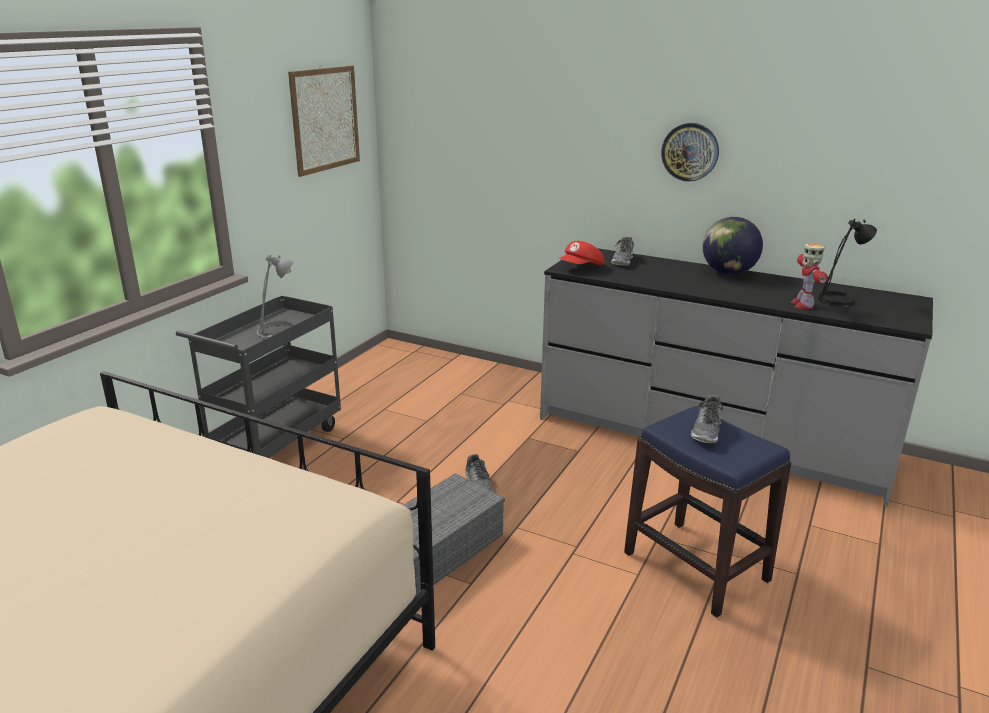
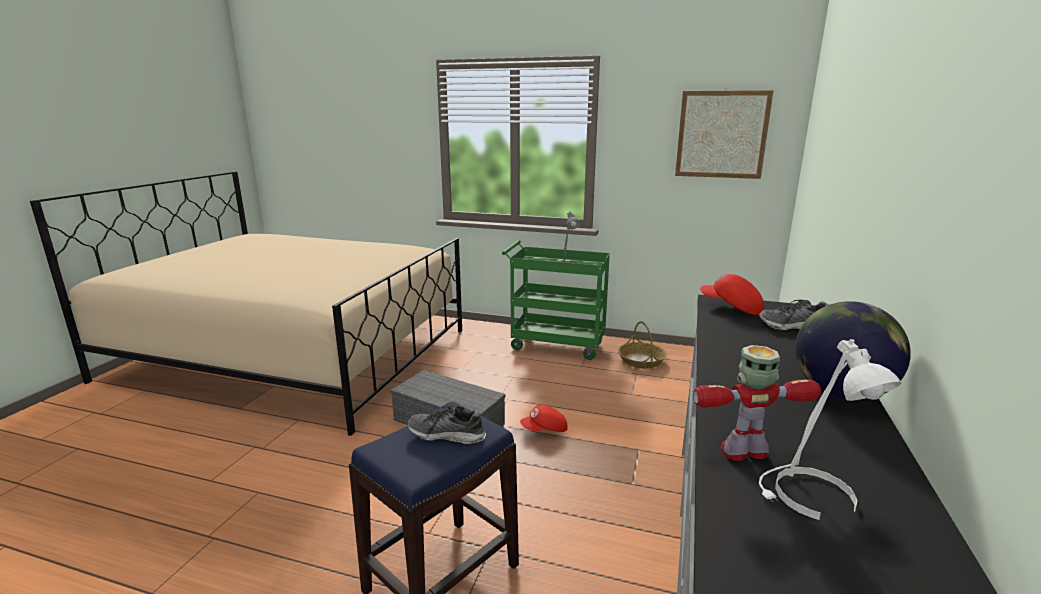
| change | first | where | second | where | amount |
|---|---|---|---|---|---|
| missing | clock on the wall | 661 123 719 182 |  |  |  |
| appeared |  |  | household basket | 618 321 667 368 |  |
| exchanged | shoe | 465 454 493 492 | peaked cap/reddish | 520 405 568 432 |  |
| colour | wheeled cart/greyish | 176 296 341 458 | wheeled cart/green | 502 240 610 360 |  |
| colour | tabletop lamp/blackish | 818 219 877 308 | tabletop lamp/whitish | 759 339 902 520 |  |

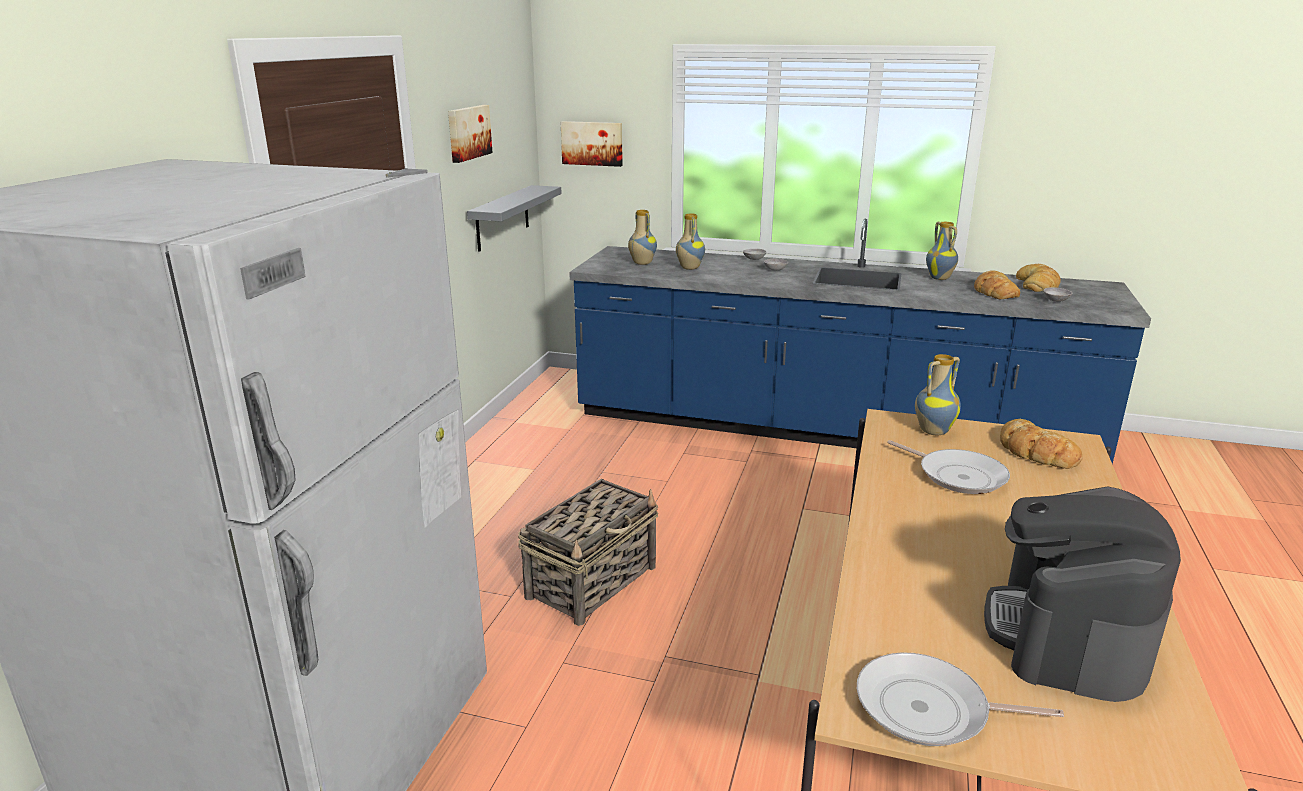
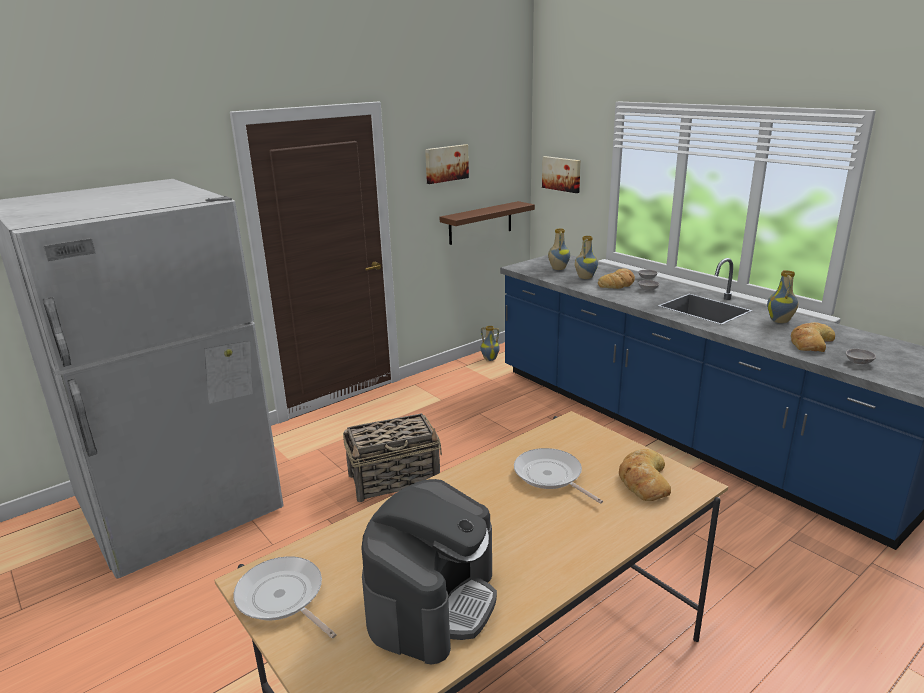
| change | first | where | second | where | amount |
|---|---|---|---|---|---|
| relocated | vase | 915 354 961 435 |  | 481 326 500 361 |  |
| relocated | baked bread | 1016 264 1061 292 |  | 598 268 635 289 |  |
| colour | shelf/greyish | 467 185 562 252 | shelf/brown-coloured | 439 201 535 245 |  |
| spun | frying pan | 887 440 1010 494 |  | 514 448 603 504 | 150 degrees clockwise |
| spun | coffee machine | 984 486 1181 702 |  | 361 479 497 665 | 150 degrees clockwise |

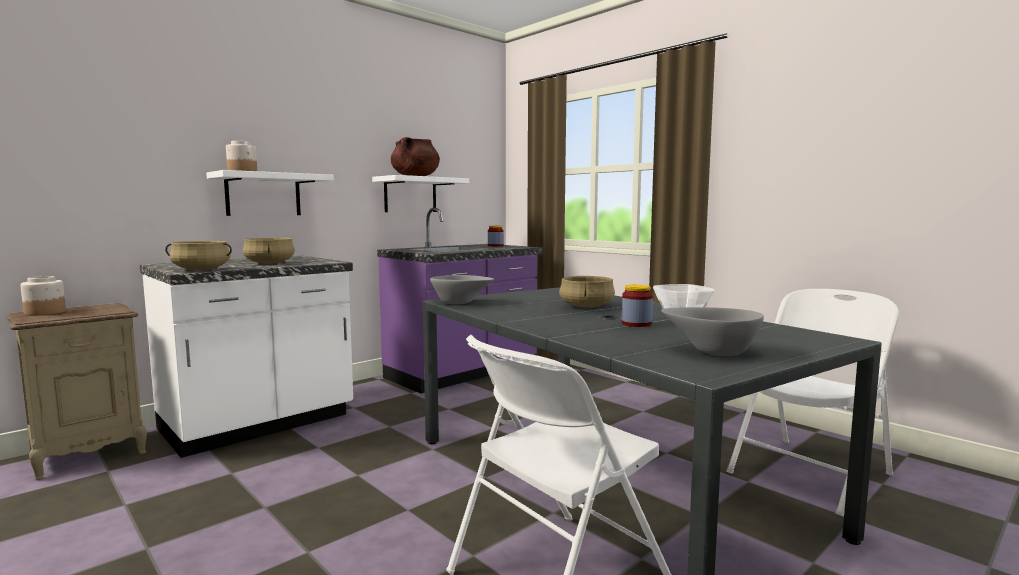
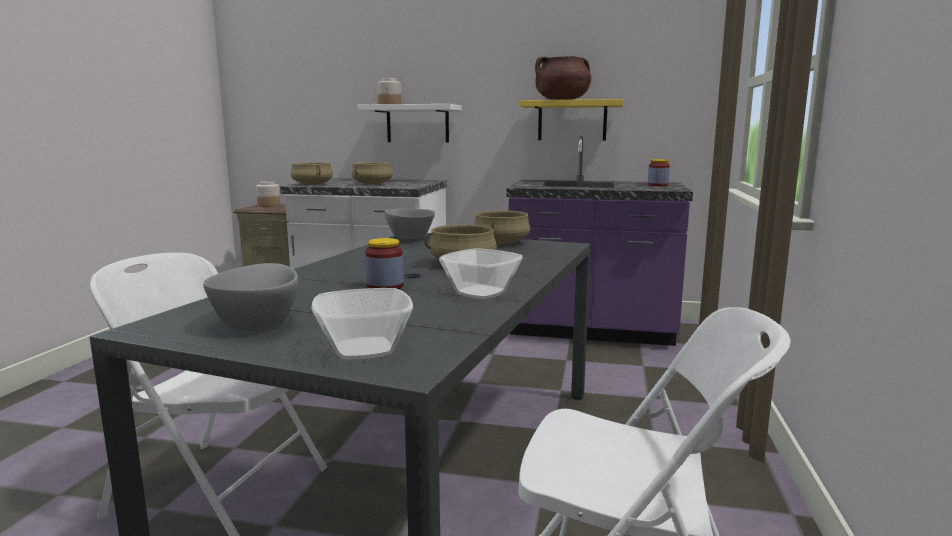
| change | first | where | second | where | amount |
|---|---|---|---|---|---|
| appeared |  |  | deep dish | 311 288 413 360 |  |
| appeared |  |  | stockpot/beige-coloured | 474 210 530 244 |  |
| colour | shelf/whitish | 372 175 469 212 | shelf/yellowish | 519 99 623 141 |  |

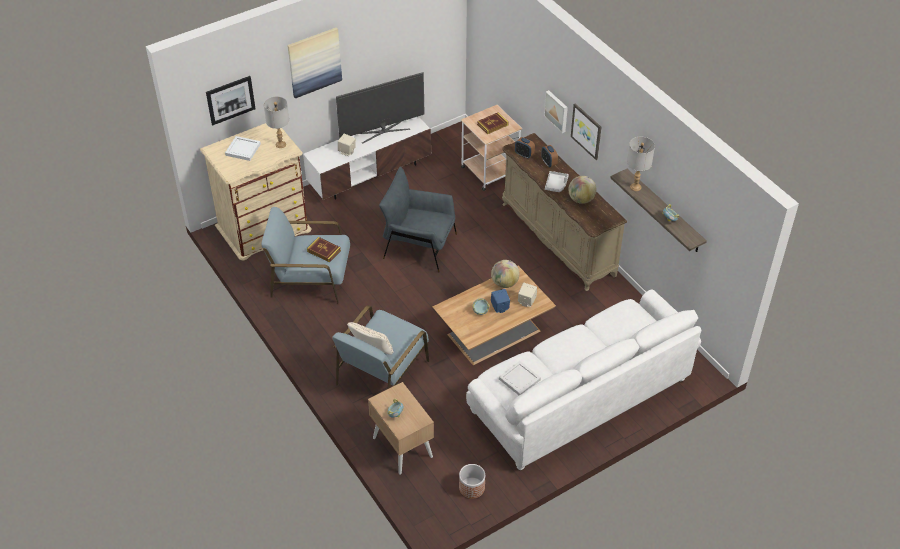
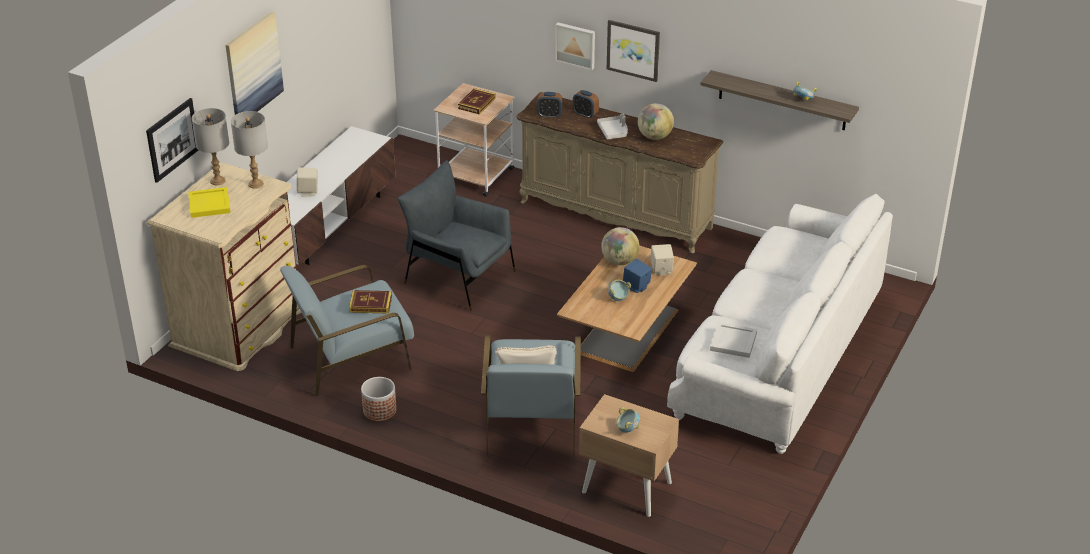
| change | first | where | second | where | amount |
|---|---|---|---|---|---|
| missing | TV | 336 72 425 144 |  |  |  |
| relocated | planter | 459 464 485 499 |  | 361 377 397 421 |  |
| relocated | tabletop lamp/greyish | 627 137 655 191 |  | 192 108 229 185 |  |
| colour | carrying tray/whitish | 225 136 261 161 | carrying tray/yellowish | 188 187 231 218 |  |
| spun | armchair/greyish | 379 167 457 272 |  | 398 160 516 311 | 45 degrees clockwise |

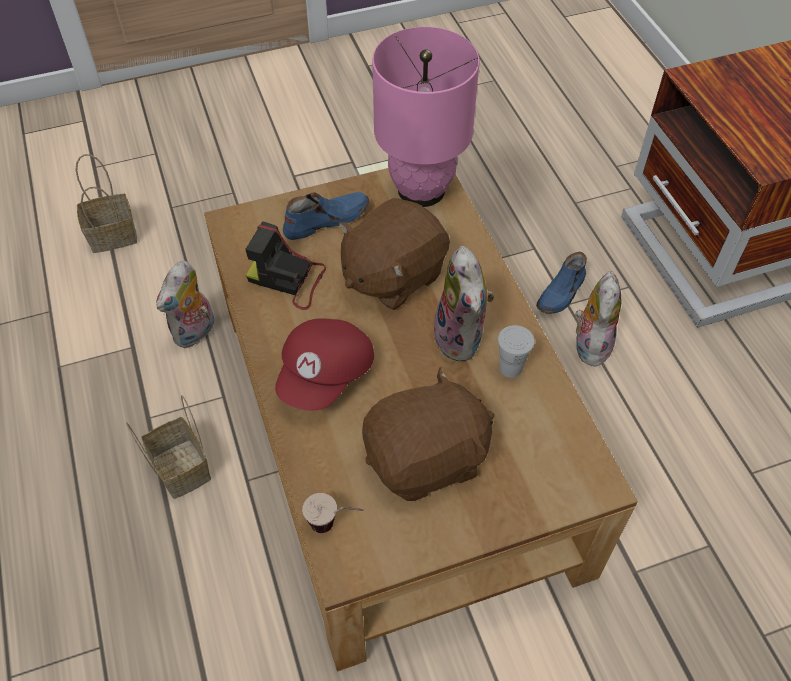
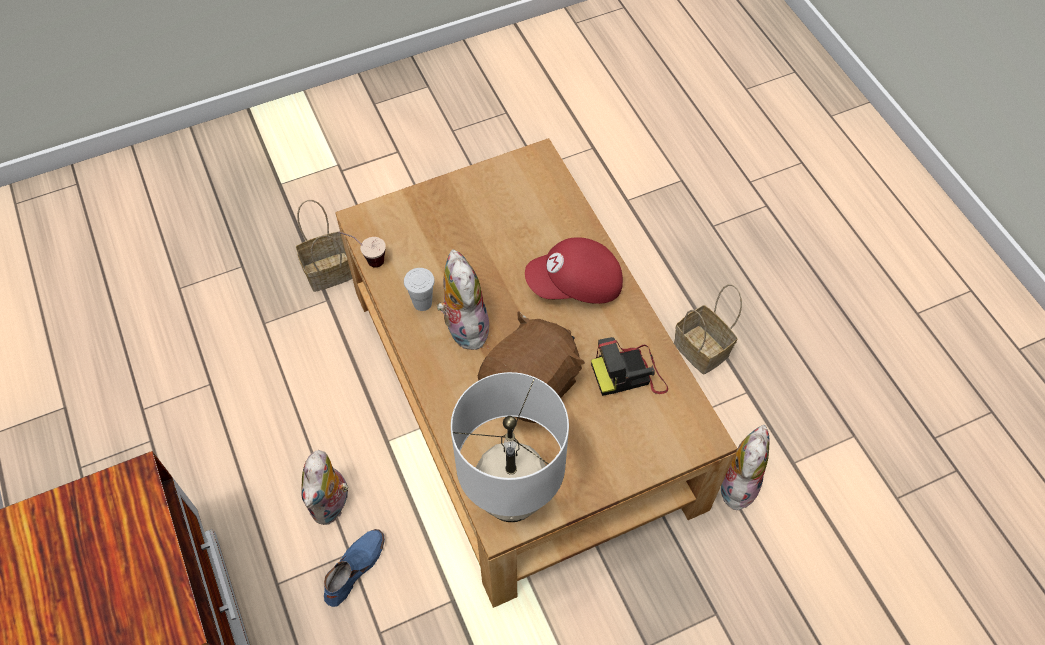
| change | first | where | second | where | amount |
|---|---|---|---|---|---|
| missing | shoe/bluish | 283 192 370 240 |  |  |  |
| missing | plush toy/brown-coloured | 362 367 494 501 |  |  |  |
| relocated | household basket | 75 154 137 253 |  | 296 200 352 292 |  |
| relocated | cup | 302 493 363 533 |  | 338 231 386 268 |  |
| colour | tabletop lamp/pinkish | 372 27 480 207 | tabletop lamp/whitish | 451 372 569 522 |  |
| spun | still camera | 245 221 326 310 |  | 591 337 668 396 | 150 degrees clockwise |
| spun | peaked cap/reddish | 275 318 374 411 |  | 525 237 623 304 | 120 degrees counterclockwise |

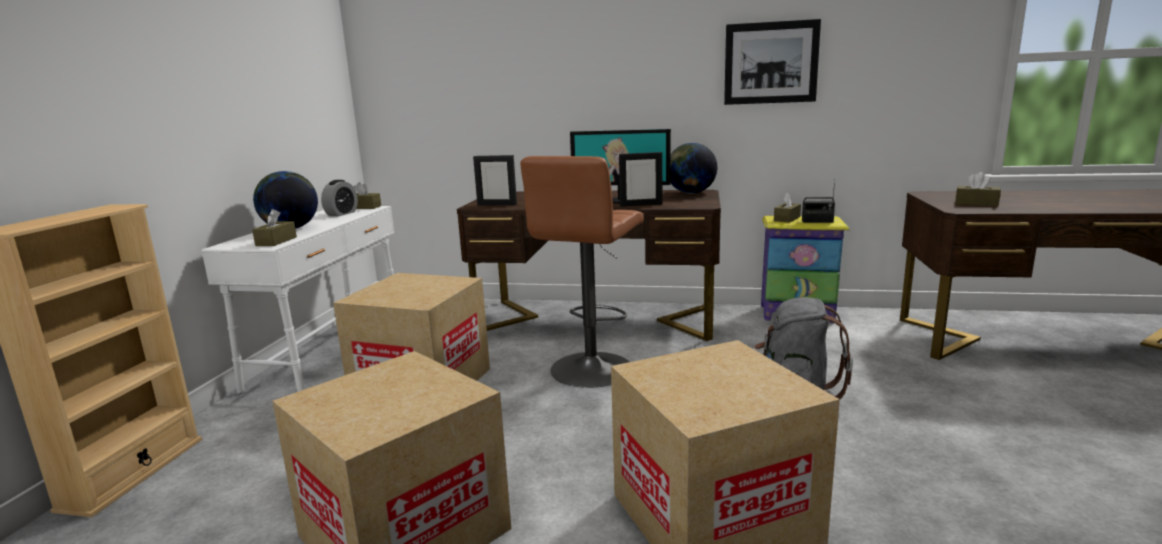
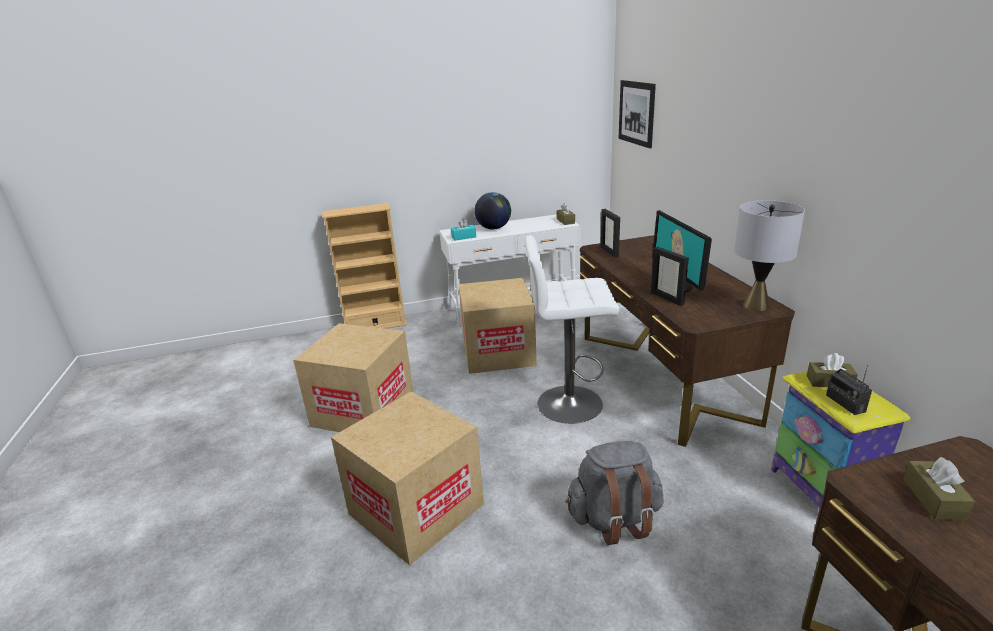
| change | first | where | second | where | amount |
|---|---|---|---|---|---|
| missing | table clock | 321 180 358 216 |  |  |  |
| relocated | wall picture | 724 19 821 105 |  | 619 80 656 148 |  |
| exchanged | desk globe | 670 143 717 194 | tabletop lamp/greyish | 734 200 805 311 |  |
| colour | box of tissues/brown-coloured | 252 209 297 246 | box of tissues/blue-green | 451 219 476 241 |  |
| colour | stool/brown-coloured | 520 156 644 388 | stool/whitish | 524 236 619 424 |  |

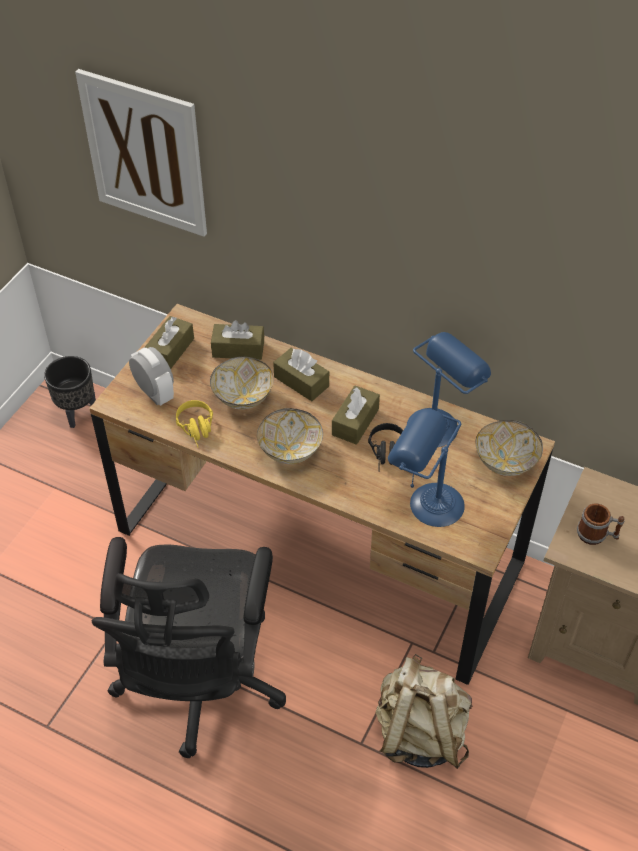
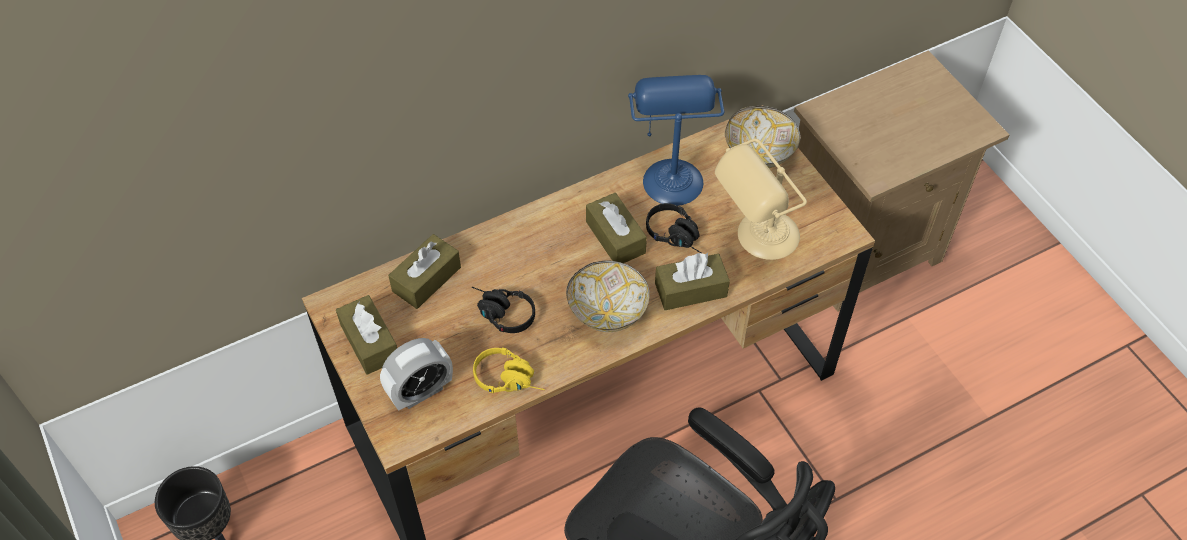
| change | first | where | second | where | amount |
|---|---|---|---|---|---|
| missing | wall picture | 75 69 207 237 |  |  |  |
| missing | backpack/beige-coloured | 376 654 473 769 |  |  |  |
| missing | tea mug | 577 504 624 545 |  |  |  |
| relocated | box of tissues/brown-coloured | 273 348 329 401 |  | 655 253 730 310 |  |
| exchanged | deep dish | 210 356 274 409 | headphones/blackish | 472 287 535 333 |  |
| colour | tabletop lamp/bluish | 388 409 465 527 | tabletop lamp/beige-coloured | 715 139 807 260 |  |
| spun | table clock | 129 347 174 406 |  | 380 338 453 411 | 150 degrees clockwise |

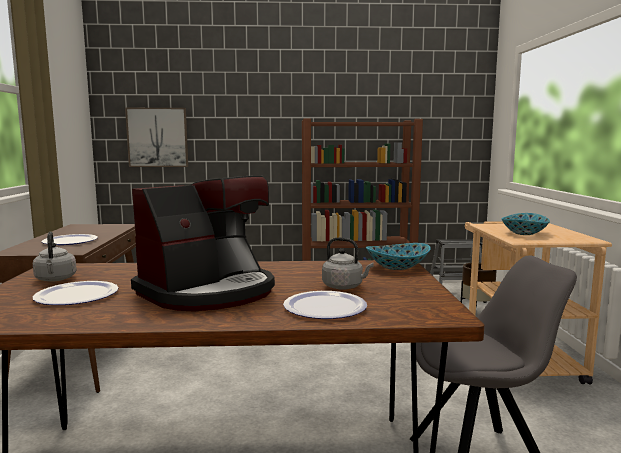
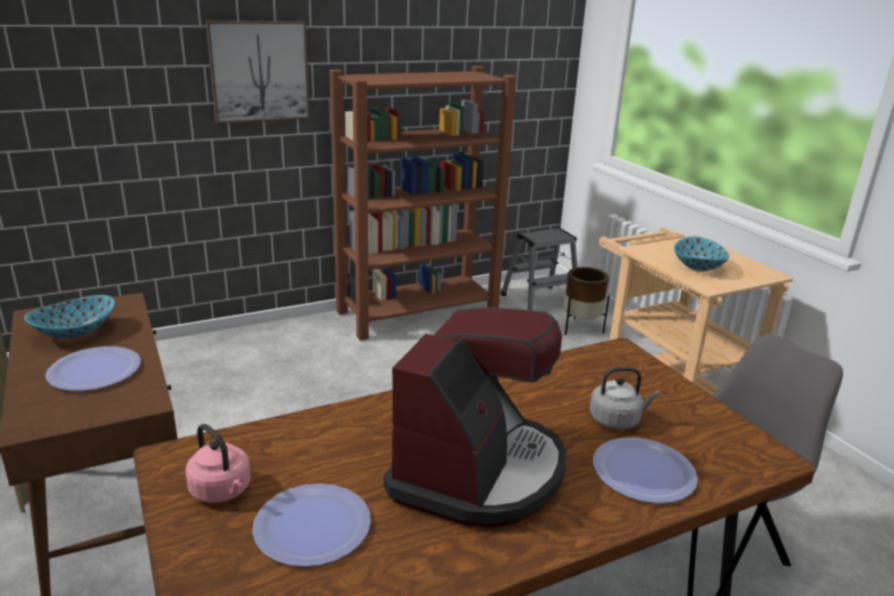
| change | first | where | second | where | amount |
|---|---|---|---|---|---|
| relocated | wall picture | 125 108 188 167 |  | 206 21 310 123 |  |
| relocated | deep dish | 366 243 431 270 |  | 24 295 115 339 |  |
| colour | water kettle/greyish | 33 232 77 282 | water kettle/pinkish | 185 424 251 503 |  |

